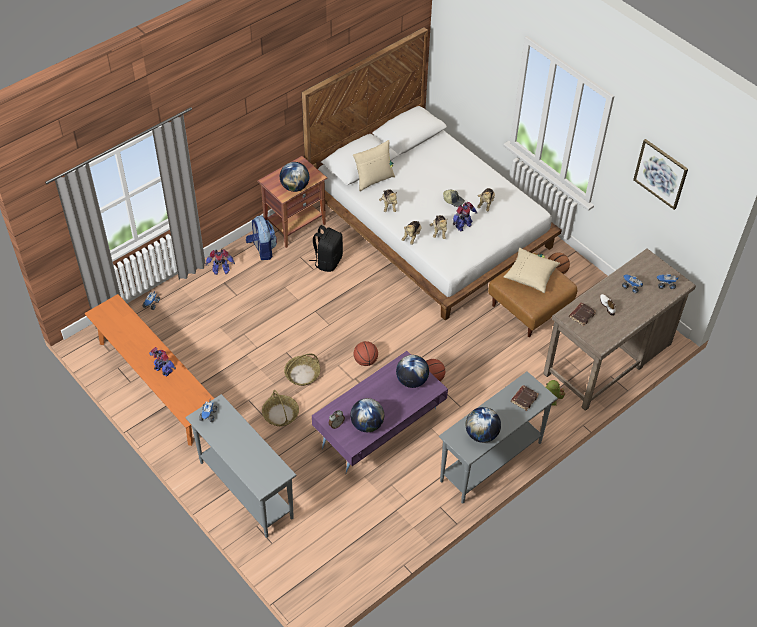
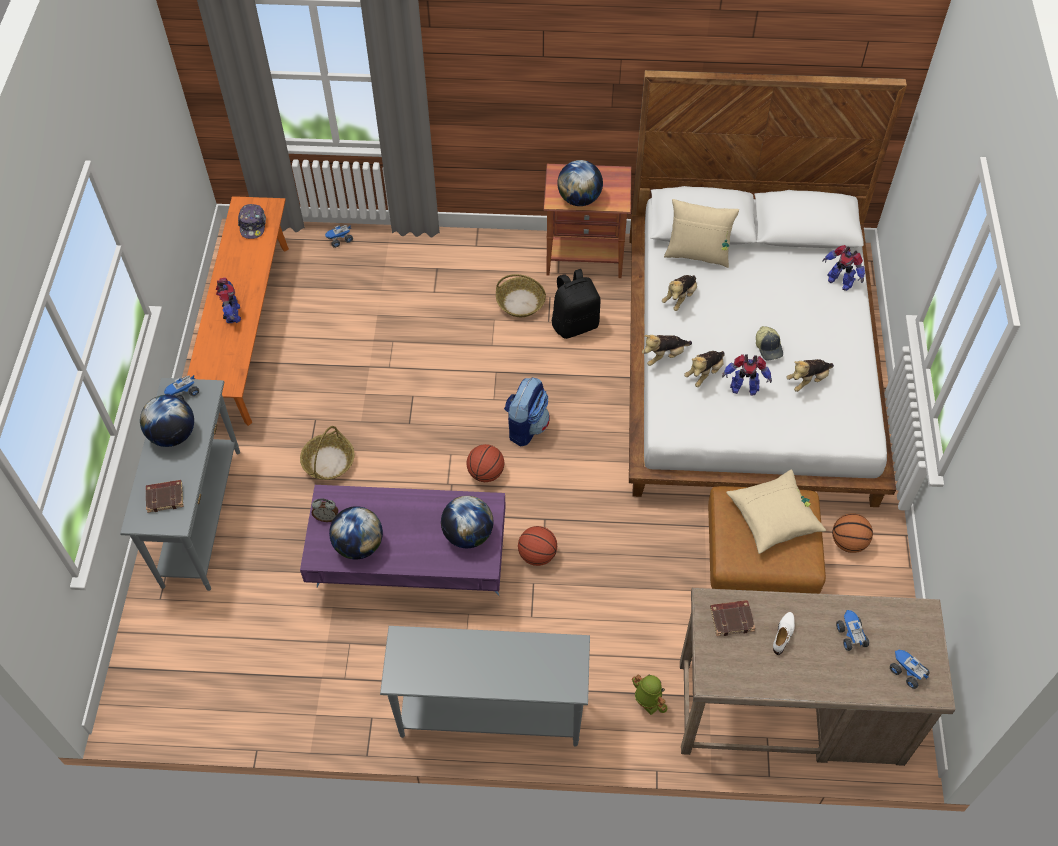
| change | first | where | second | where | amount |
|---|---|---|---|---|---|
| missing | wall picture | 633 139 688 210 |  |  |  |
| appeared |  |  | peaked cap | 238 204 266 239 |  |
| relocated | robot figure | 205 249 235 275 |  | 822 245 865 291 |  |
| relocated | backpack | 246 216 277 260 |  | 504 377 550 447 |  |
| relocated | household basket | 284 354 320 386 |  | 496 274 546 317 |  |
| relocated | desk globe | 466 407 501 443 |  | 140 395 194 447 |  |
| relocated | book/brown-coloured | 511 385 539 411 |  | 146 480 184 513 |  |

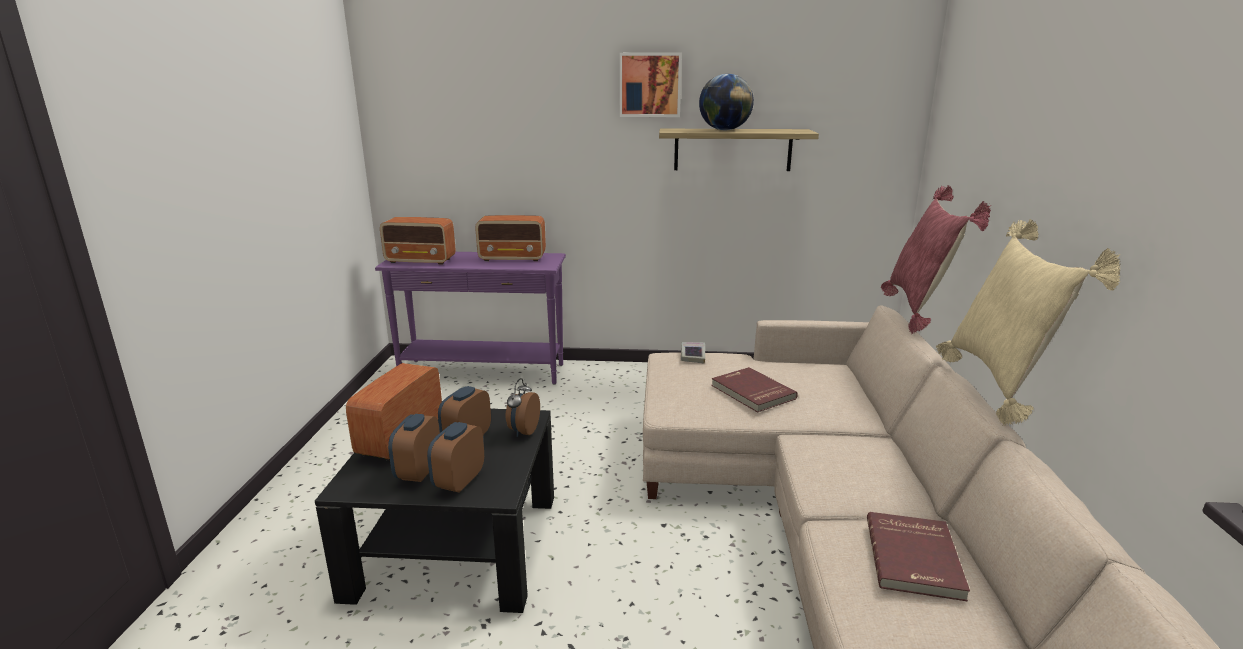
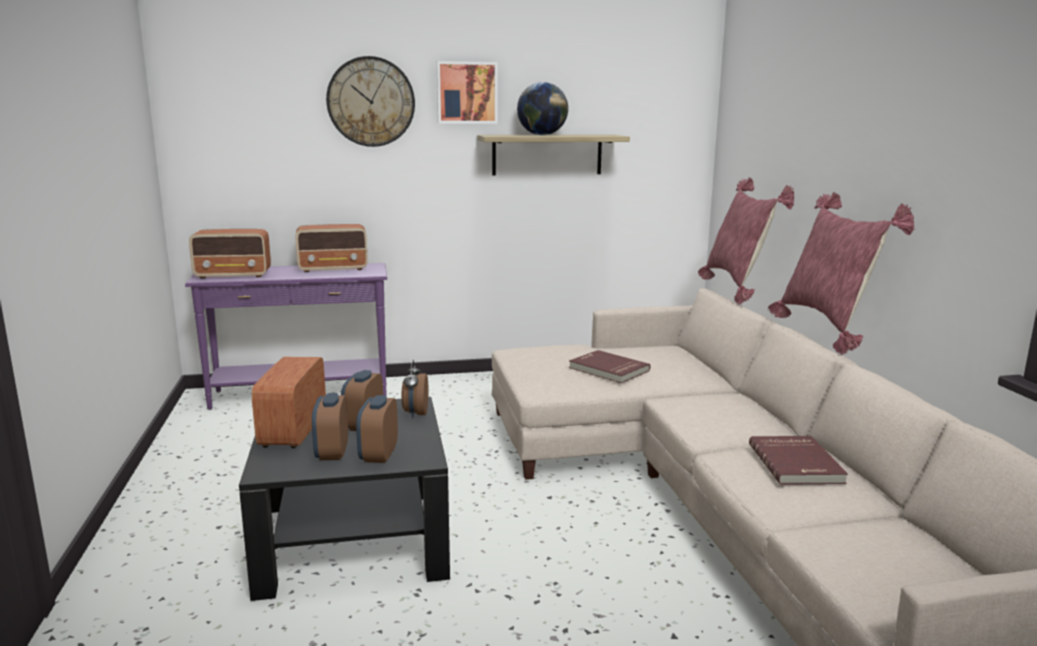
| change | first | where | second | where | amount |
|---|---|---|---|---|---|
| missing | book | 681 342 705 364 |  |  |  |
| appeared |  |  | clock on the wall | 326 56 415 147 |  |
| colour | throw pillow/beige-coloured | 936 220 1121 426 | throw pillow/reddish | 768 193 915 355 |  |

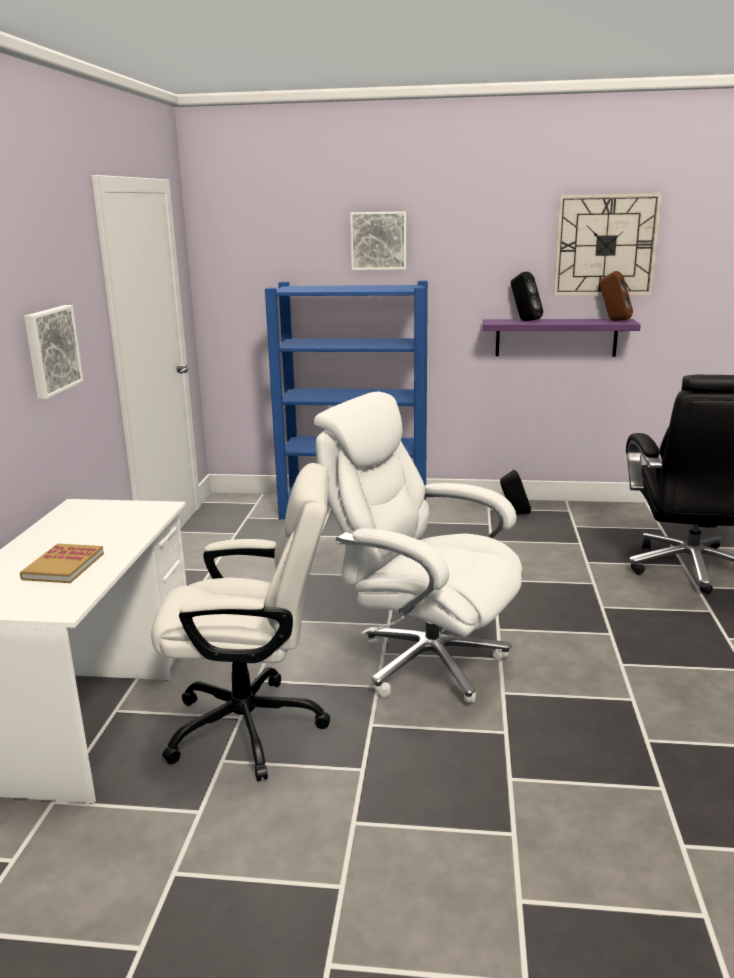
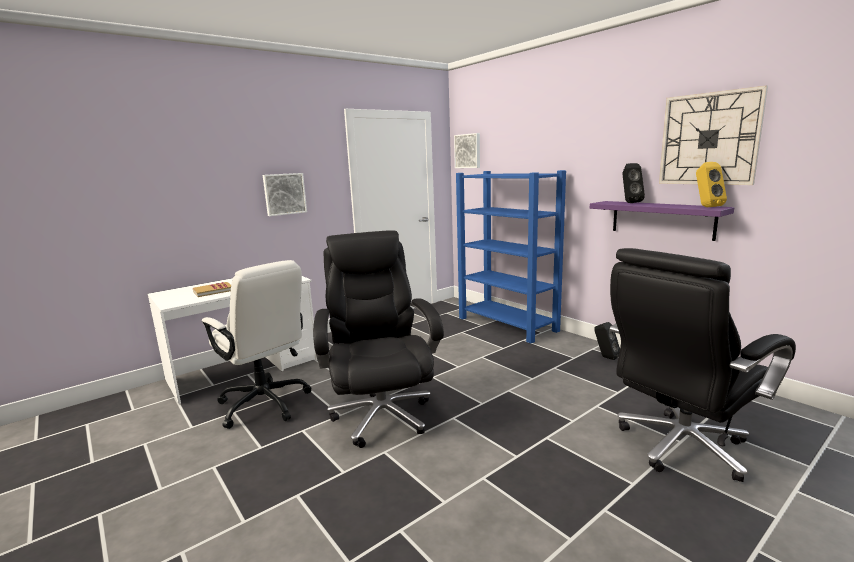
| change | first | where | second | where | amount |
|---|---|---|---|---|---|
| relocated | wall picture | 350 211 406 270 |  | 454 133 480 168 |  |
| colour | computer chair/whitish | 314 392 522 703 | computer chair/blackish | 313 230 444 448 |  |
| colour | loudspeaker/brown-coloured | 600 271 633 321 | loudspeaker/yellowish | 696 162 727 207 |  |

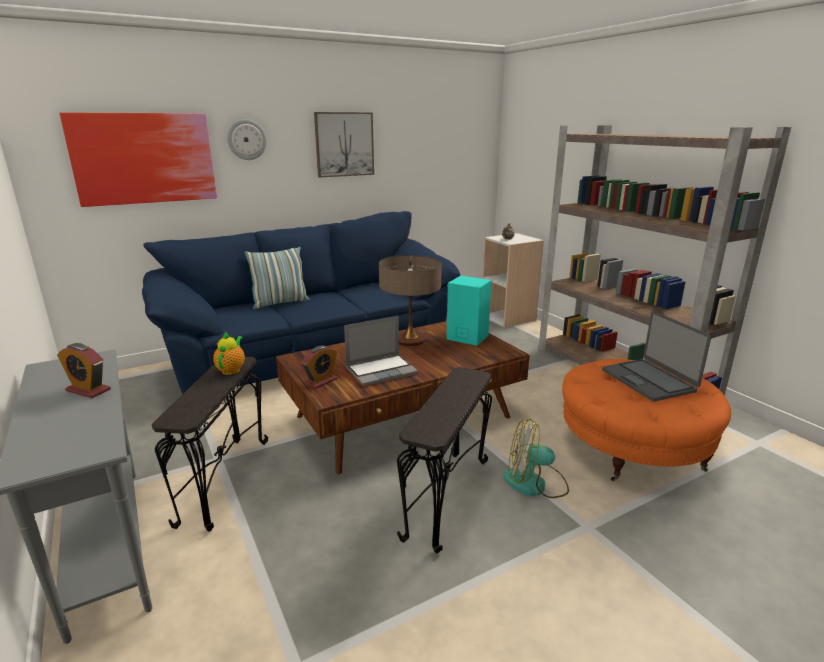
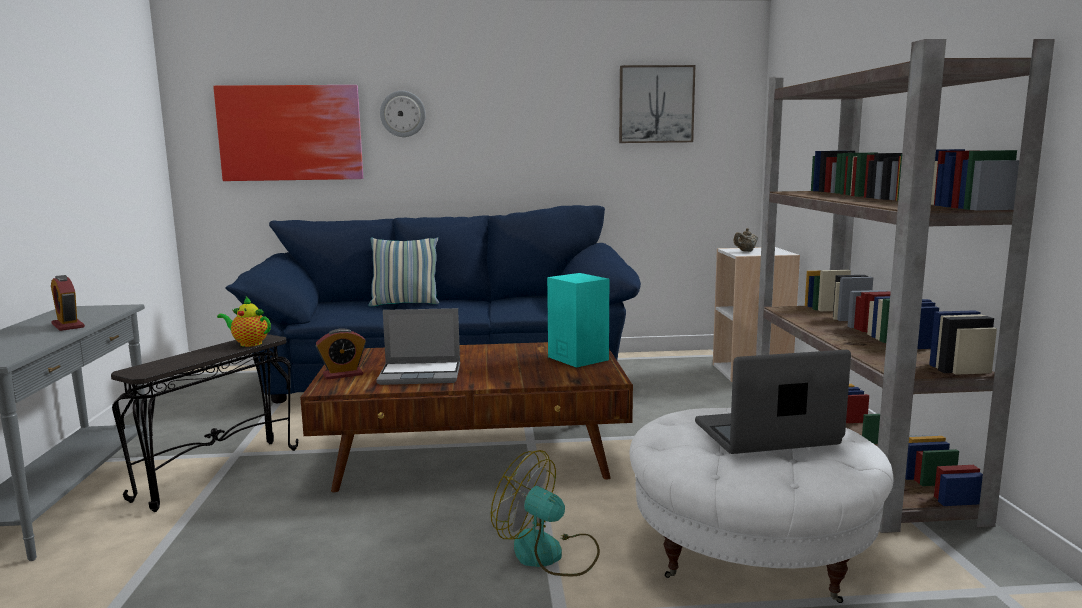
| change | first | where | second | where | amount |
|---|---|---|---|---|---|
| missing | tabletop lamp | 379 255 442 346 |  |  |  |
| missing | accent table/blackish | 397 367 492 553 |  |  |  |
| relocated | wall picture | 314 112 374 177 |  | 619 65 695 143 |  |
| colour | footrest/orange-coloured | 562 359 731 481 | footrest/whitish | 630 408 893 603 |  |
| spun | tea pot | 213 332 245 375 |  | 217 297 271 347 | 105 degrees counterclockwise |
| spun | portable computer | 602 311 711 402 |  | 695 350 851 454 | 75 degrees clockwise |

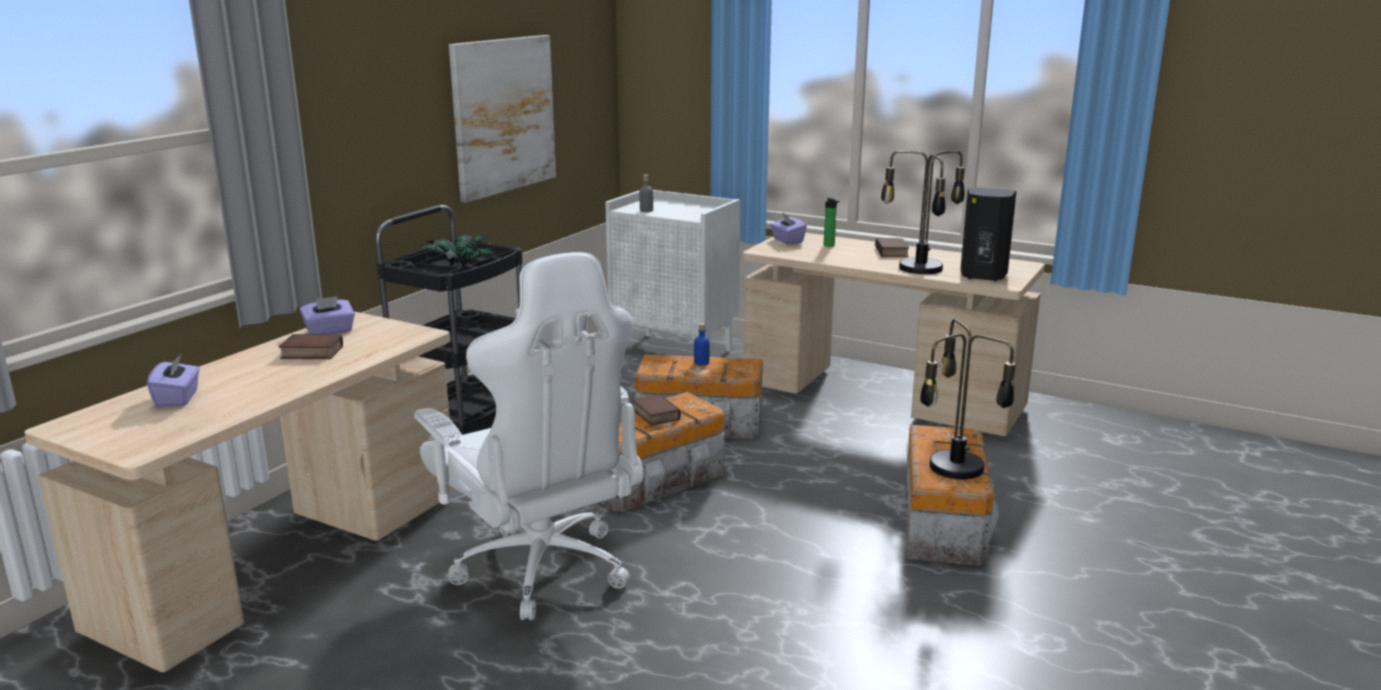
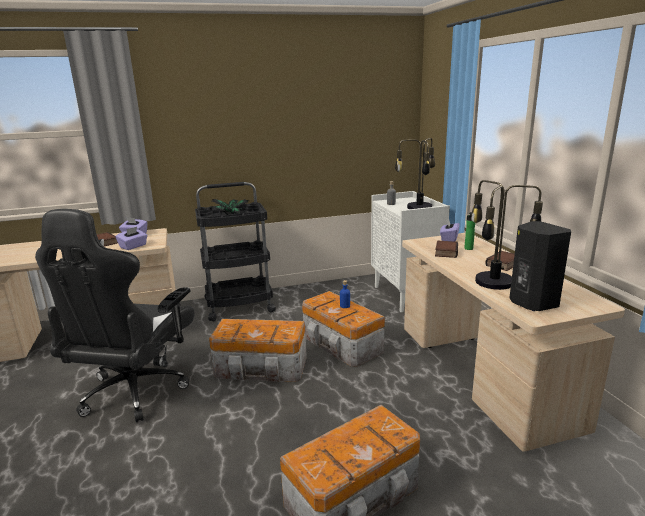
| change | first | where | second | where | amount |
|---|---|---|---|---|---|
| missing | wall picture | 449 35 556 203 |  |  |  |
| relocated | box of tissues/purplish | 147 353 200 407 |  | 116 227 148 250 |  |
| relocated | book | 632 394 681 426 |  | 435 241 458 258 |  |
| relocated | tabletop lamp | 920 319 1016 479 |  | 395 138 435 209 |  |
| colour | computer chair/whitish | 414 252 644 620 | computer chair/blackish | 35 209 195 423 |  |

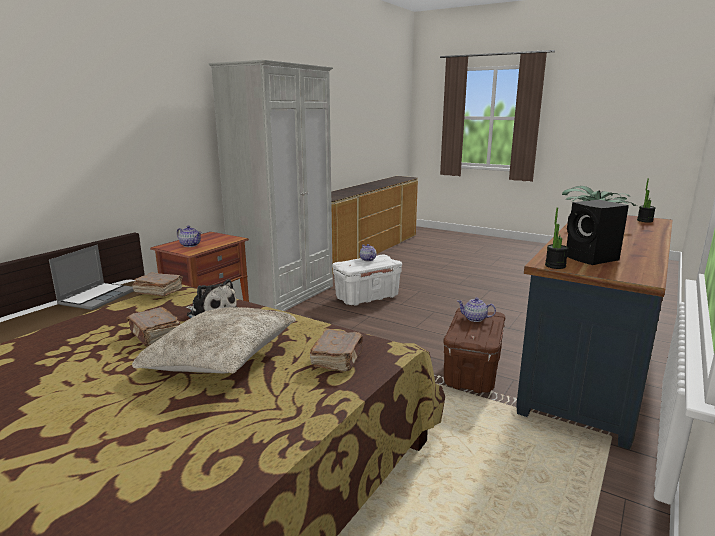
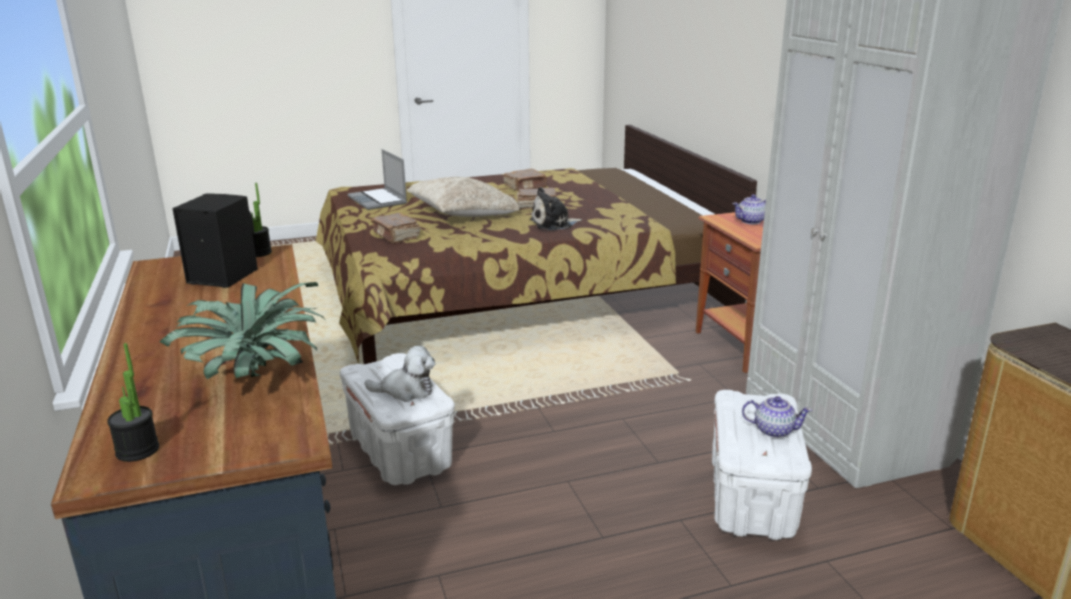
| change | first | where | second | where | amount |
|---|---|---|---|---|---|
| relocated | portable computer | 49 244 133 310 |  | 348 149 407 210 |  |
| relocated | book/brown-coloured | 132 272 183 297 |  | 504 169 547 191 |  |
| exchanged | tea pot | 457 297 496 322 | plush toy | 364 346 435 402 |  |
| colour | storage bin/brown-coloured | 443 308 505 393 | storage bin/whitish | 340 353 455 485 |  |

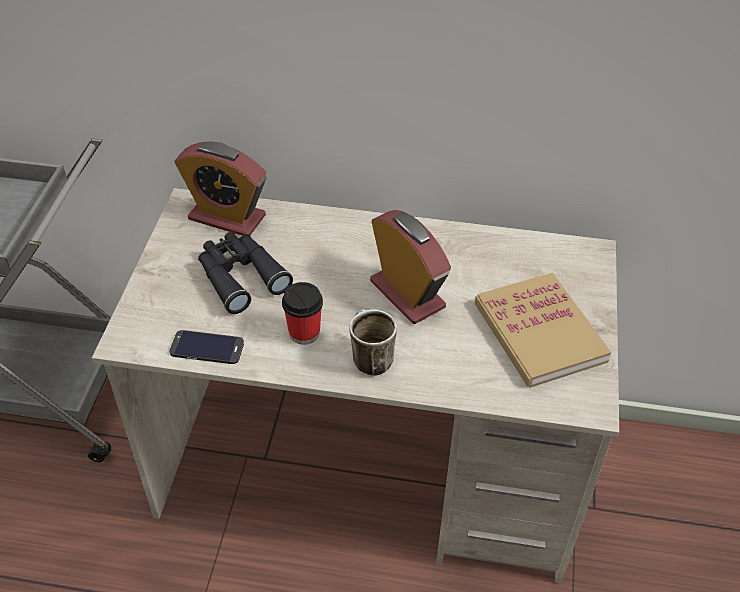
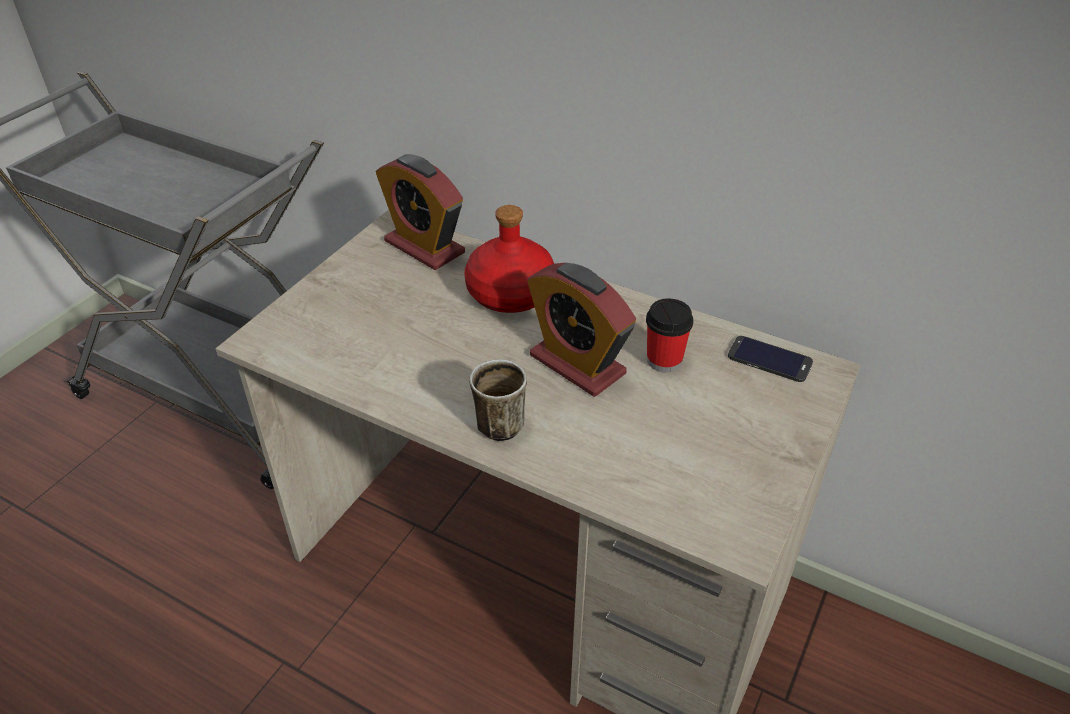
| change | first | where | second | where | amount |
|---|---|---|---|---|---|
| missing | pair of binoculars/blackish | 198 232 293 314 |  |  |  |
| missing | book | 475 272 611 388 |  |  |  |
| appeared |  |  | drink bottle/reddish | 465 205 554 313 |  |
| relocated | telephone | 169 330 244 364 |  | 728 336 813 382 |  |
| relocated | cup | 282 282 323 345 |  | 646 298 693 373 |  |
| spun | table clock | 370 210 451 324 |  | 527 263 636 397 | 150 degrees clockwise |

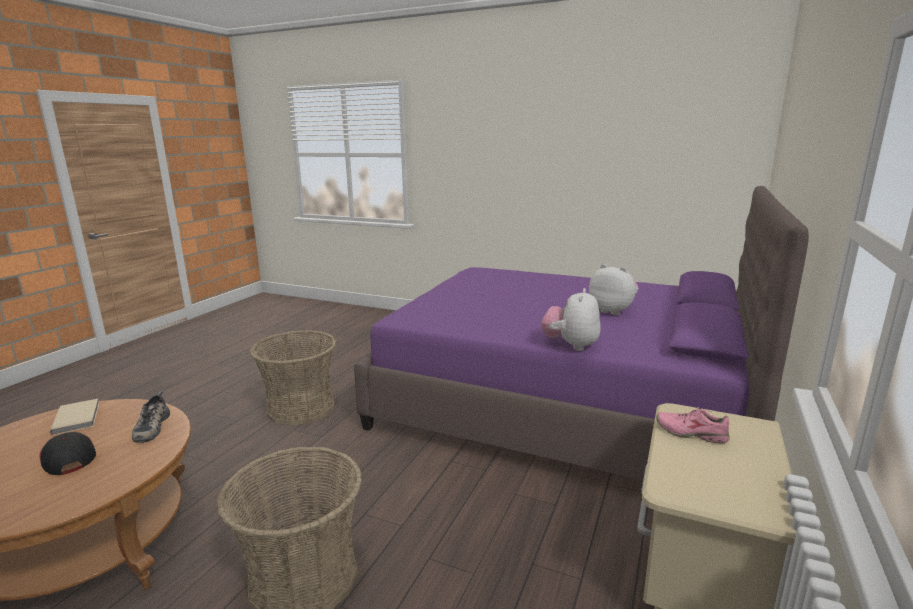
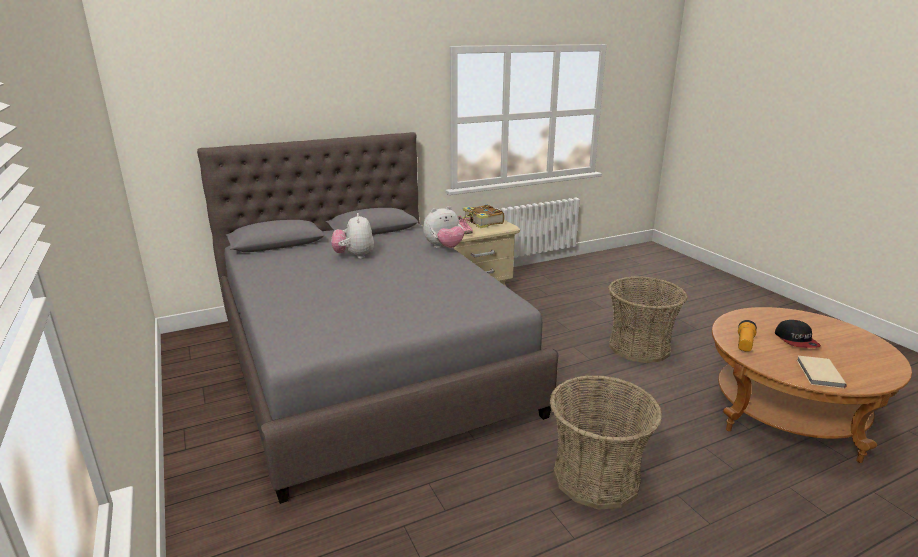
| change | first | where | second | where | amount |
|---|---|---|---|---|---|
| appeared |  |  | book | 463 205 504 228 |  |
| exchanged | shoe | 132 391 170 443 | hand torch | 738 320 757 352 |  |
| colour | bedroom bed/purplish | 354 186 809 480 | bedroom bed/greyish | 197 132 558 504 |  |

